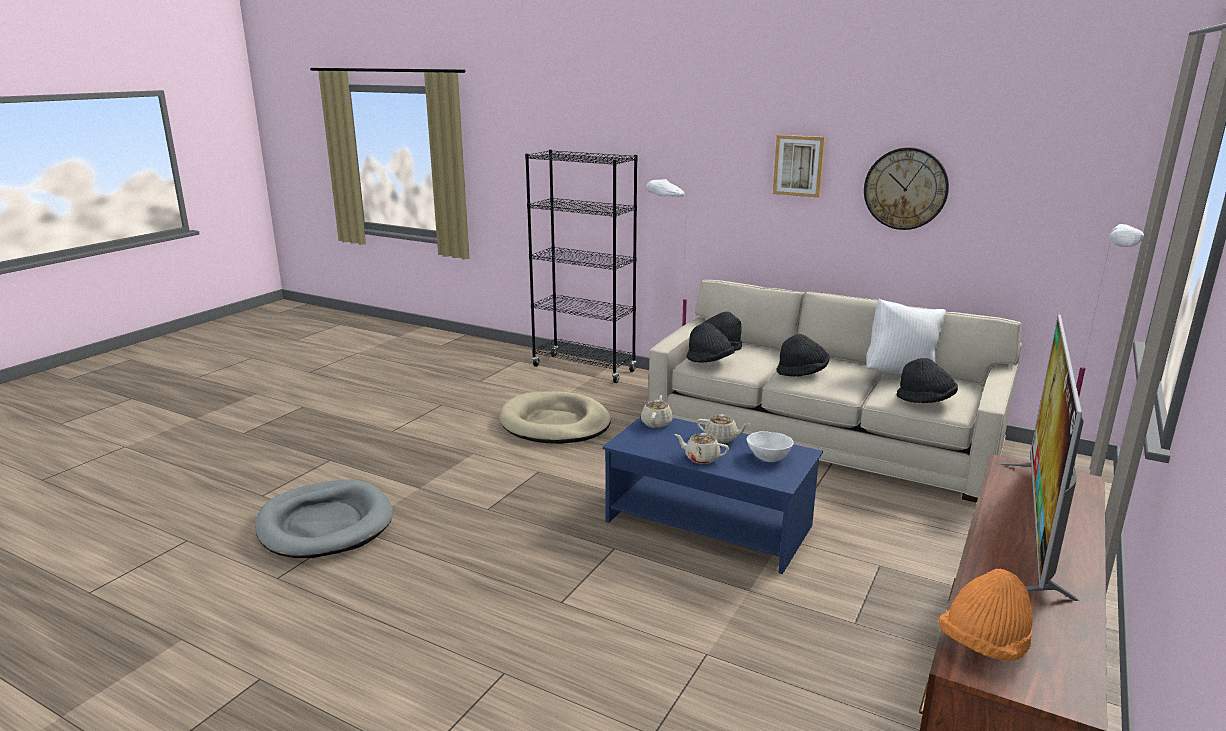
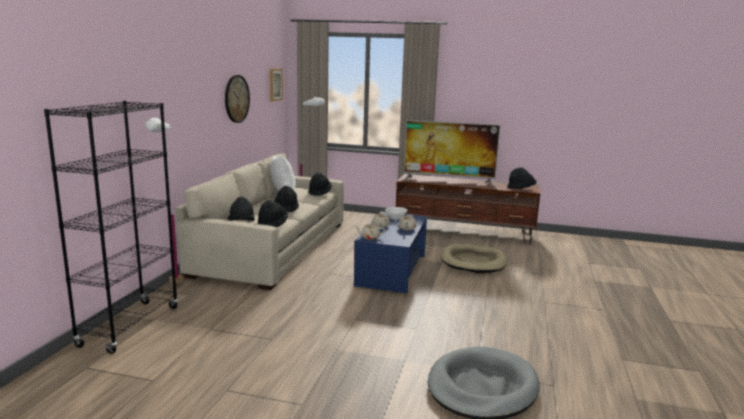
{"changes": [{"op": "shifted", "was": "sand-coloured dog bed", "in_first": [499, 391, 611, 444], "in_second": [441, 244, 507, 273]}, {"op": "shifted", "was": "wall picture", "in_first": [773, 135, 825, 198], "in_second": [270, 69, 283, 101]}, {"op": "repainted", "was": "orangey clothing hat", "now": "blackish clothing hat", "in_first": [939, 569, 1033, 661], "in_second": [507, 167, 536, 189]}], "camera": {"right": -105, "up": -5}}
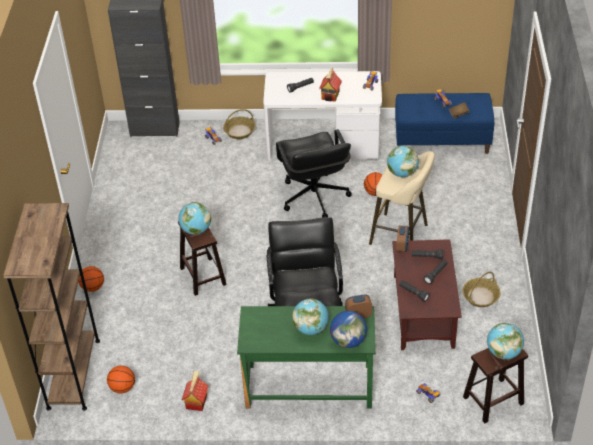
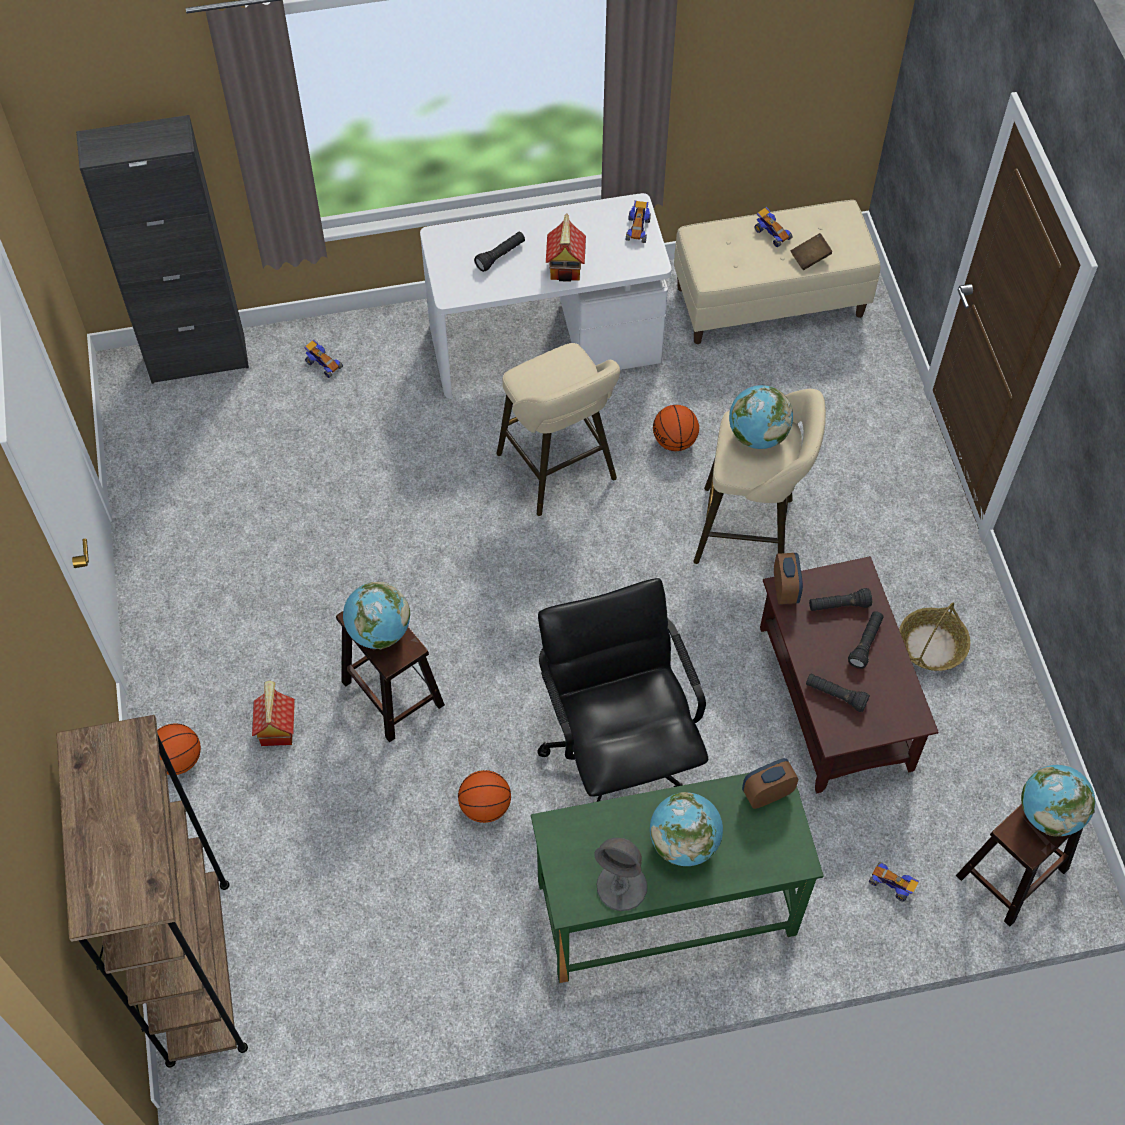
{"changes": [{"op": "shifted", "was": "basketball", "in_first": [107, 366, 135, 393], "in_second": [458, 770, 511, 823]}, {"op": "shifted", "was": "toy house", "in_first": [182, 371, 208, 411], "in_second": [252, 680, 295, 746]}, {"op": "gone", "was": "household basket", "in_first": [223, 109, 255, 139]}, {"op": "swapped", "was": "blackish office chair", "now": "sand-coloured stool seat", "in_first": [276, 129, 352, 217], "in_second": [496, 343, 620, 516]}, {"op": "gone", "was": "globe", "in_first": [330, 311, 367, 348]}, {"op": "repainted", "was": "blue indoor bench", "now": "sand-coloured indoor bench", "in_first": [395, 93, 494, 154], "in_second": [674, 200, 880, 344]}, {"op": "new", "now": "greyish lamp for a table", "in_second": [594, 838, 647, 911]}], "camera": {"right": -15, "up": 15}}
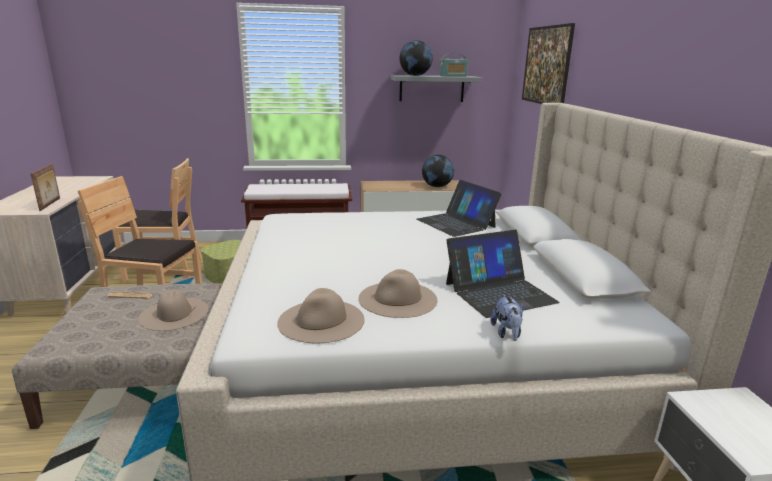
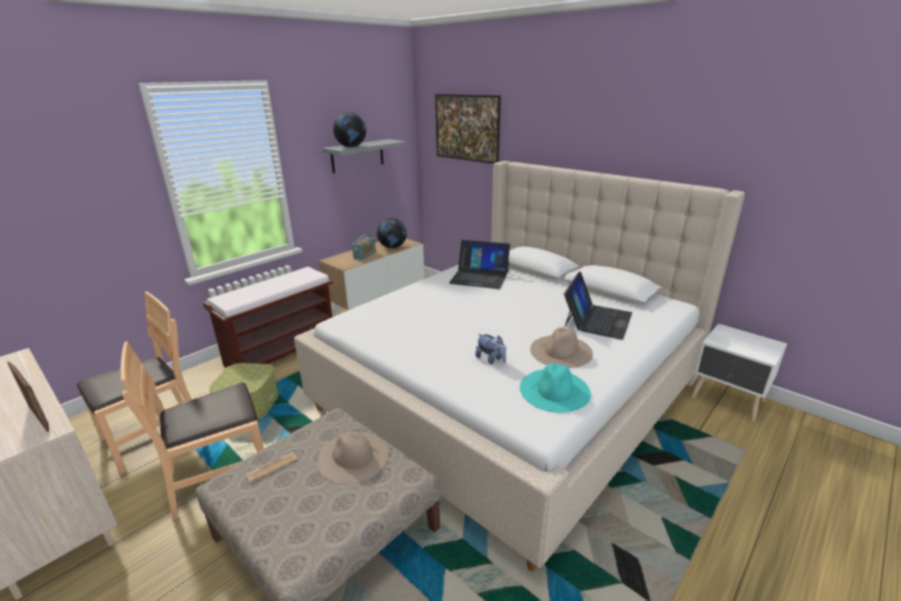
{"changes": [{"op": "repainted", "was": "sand-coloured clothing hat", "now": "turquoise clothing hat", "in_first": [277, 288, 364, 343], "in_second": [520, 363, 591, 413]}, {"op": "shifted", "was": "radio set", "in_first": [439, 53, 468, 76], "in_second": [352, 234, 376, 260]}, {"op": "shifted", "was": "cuddly toy", "in_first": [490, 294, 523, 341], "in_second": [475, 334, 506, 364]}], "camera": {"right": -40, "up": 5}}
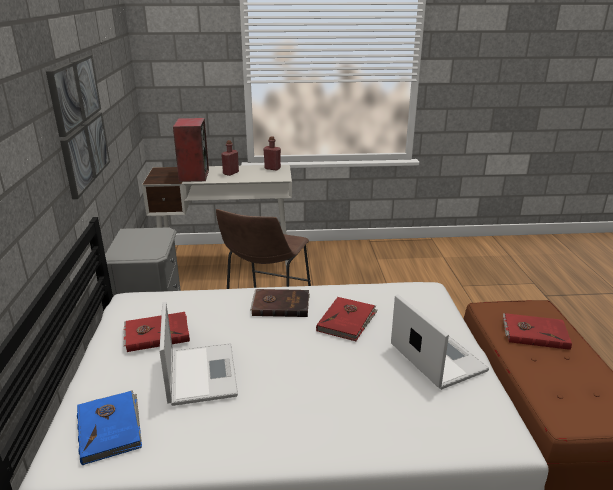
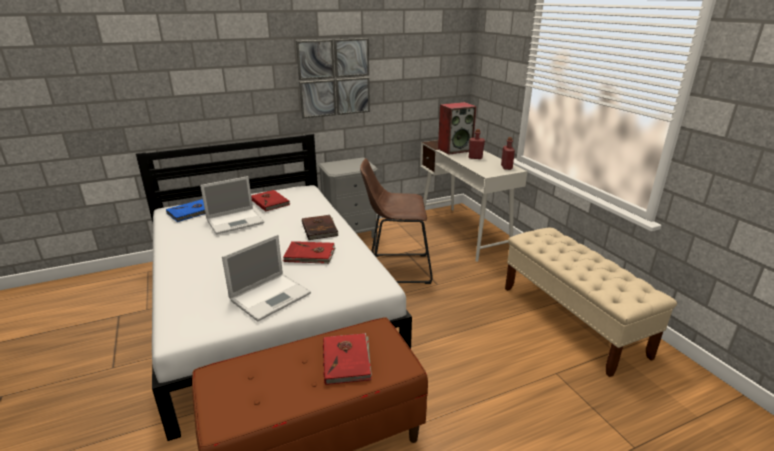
{"changes": [{"op": "new", "now": "sand-coloured indoor bench", "in_second": [505, 228, 677, 377]}], "camera": {"right": 70, "up": 0}}
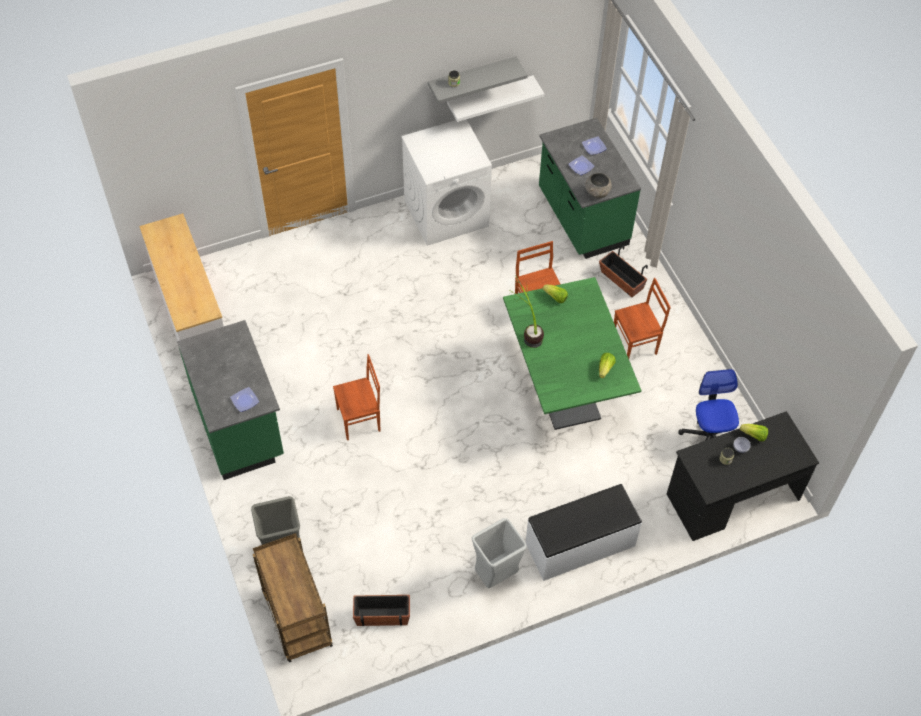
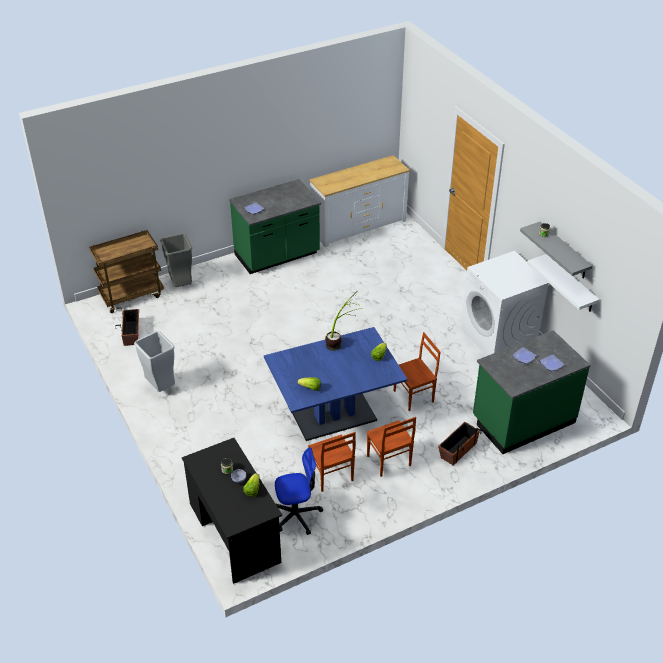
{"changes": [{"op": "shifted", "was": "brown-coloured plain chair", "in_first": [333, 354, 381, 440], "in_second": [308, 432, 356, 492]}, {"op": "repainted", "was": "green dinner table", "now": "blue dinner table", "in_first": [503, 277, 642, 430], "in_second": [264, 327, 408, 441]}, {"op": "gone", "was": "whitish indoor bench", "in_first": [526, 484, 642, 581]}, {"op": "gone", "was": "greyish bowl", "in_first": [585, 173, 612, 199]}], "camera": {"right": 85, "up": -15}}
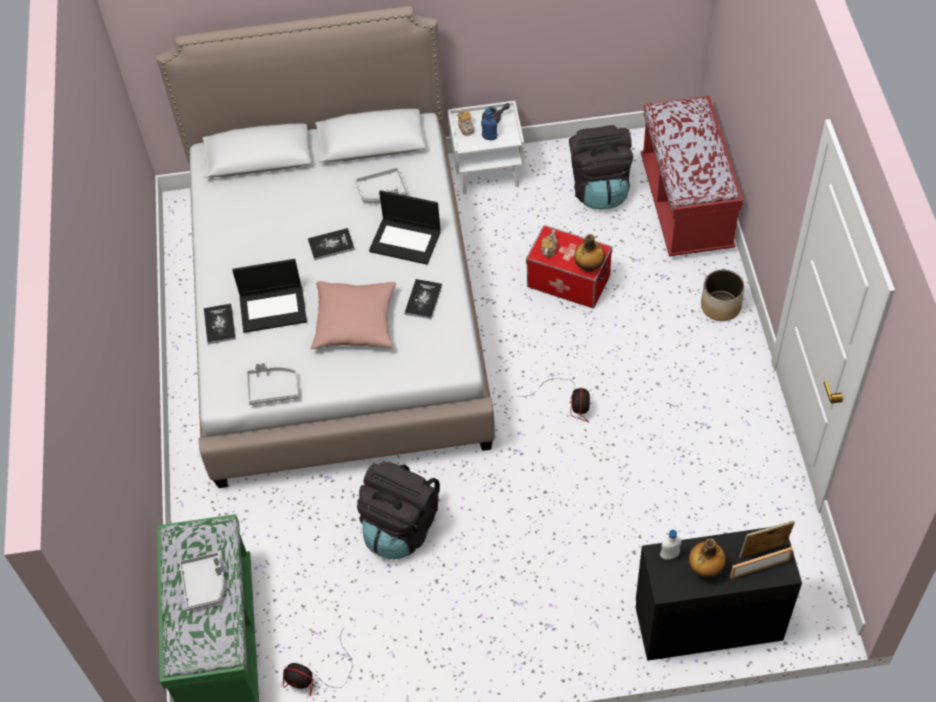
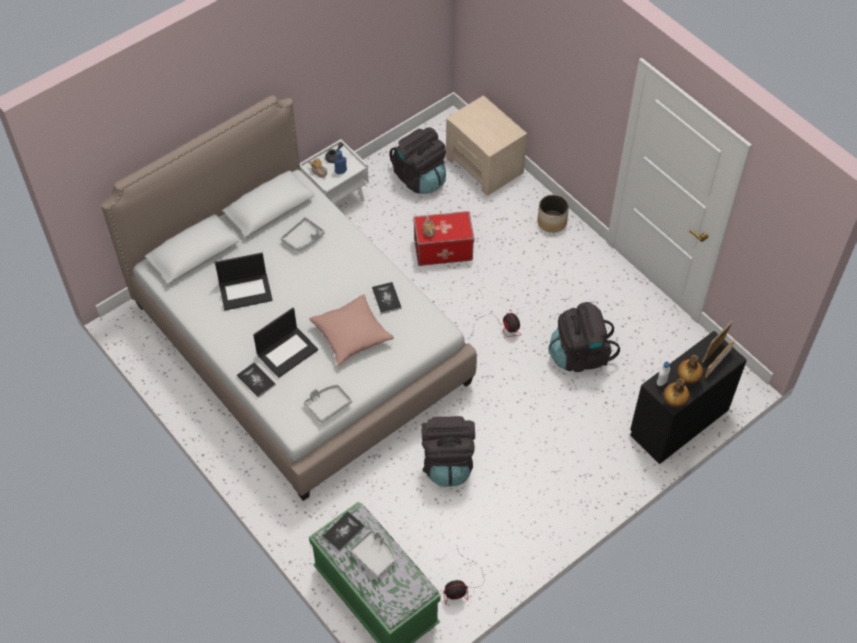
{"changes": [{"op": "shifted", "was": "bound book", "in_first": [308, 228, 355, 260], "in_second": [322, 512, 365, 552]}, {"op": "shifted", "was": "laptop", "in_first": [369, 190, 441, 265], "in_second": [215, 253, 273, 310]}, {"op": "shifted", "was": "bottle", "in_first": [574, 234, 605, 271], "in_second": [663, 378, 690, 408]}, {"op": "swapped", "was": "reddish indoor bench", "now": "sand-coloured bedside table", "in_first": [641, 96, 743, 256], "in_second": [446, 95, 527, 196]}, {"op": "new", "now": "blackish knapsack", "in_second": [549, 302, 620, 372]}], "camera": {"right": -35, "up": 0}}
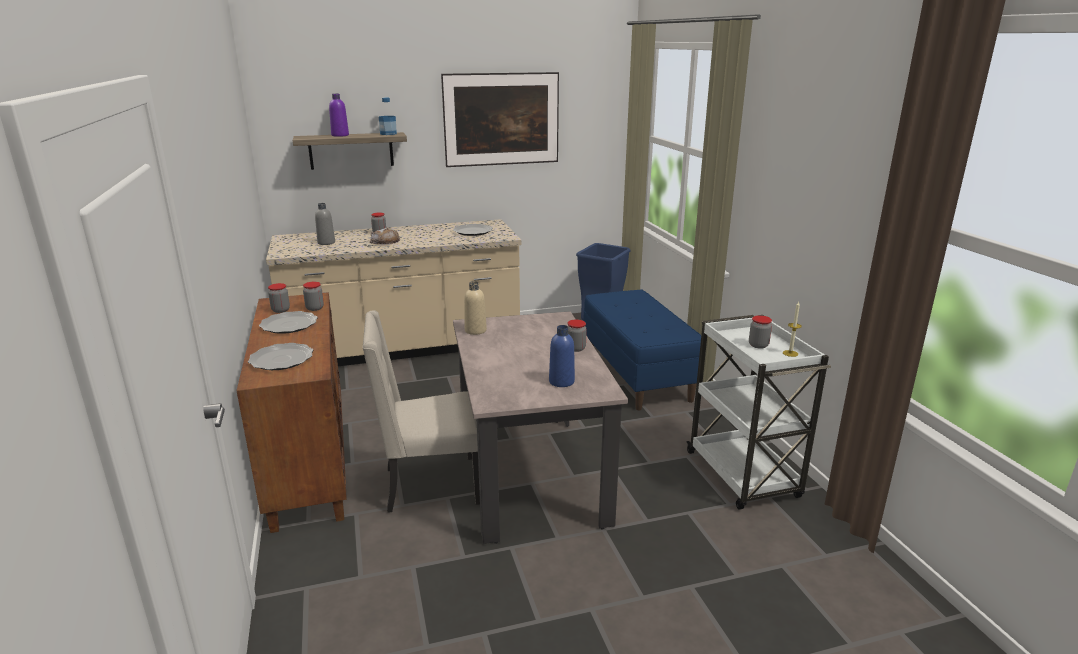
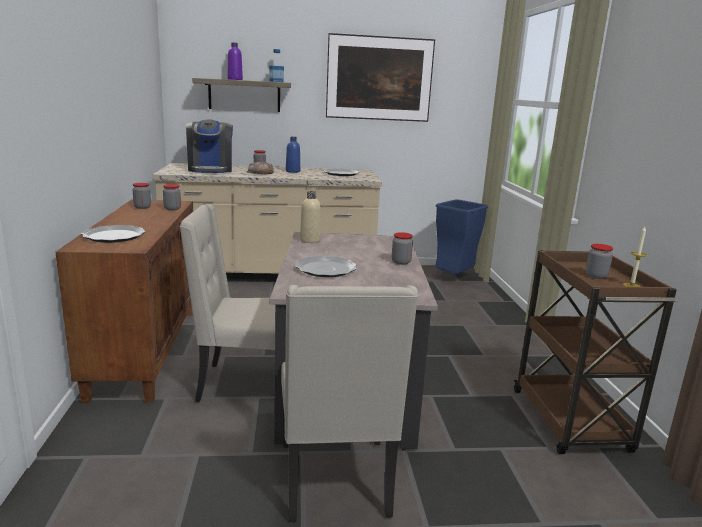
{"changes": [{"op": "shifted", "was": "plate", "in_first": [259, 311, 318, 334], "in_second": [295, 256, 356, 277]}, {"op": "swapped", "was": "greyish bottle", "now": "coffee maker", "in_first": [315, 203, 335, 245], "in_second": [186, 120, 233, 173]}, {"op": "shifted", "was": "blue bottle", "in_first": [549, 325, 575, 387], "in_second": [286, 137, 300, 173]}, {"op": "gone", "was": "blue indoor bench", "in_first": [583, 289, 701, 410]}, {"op": "repainted", "was": "whitish trolley", "now": "brown-coloured trolley", "in_first": [686, 315, 831, 510], "in_second": [514, 250, 678, 454]}, {"op": "new", "now": "sand-coloured plain chair", "in_second": [281, 285, 419, 522]}], "camera": {"right": 10, "up": -5}}
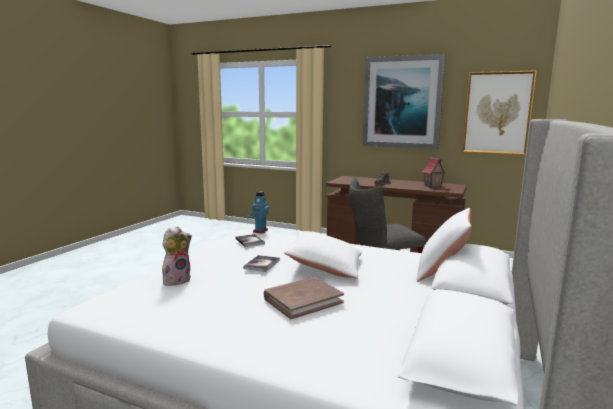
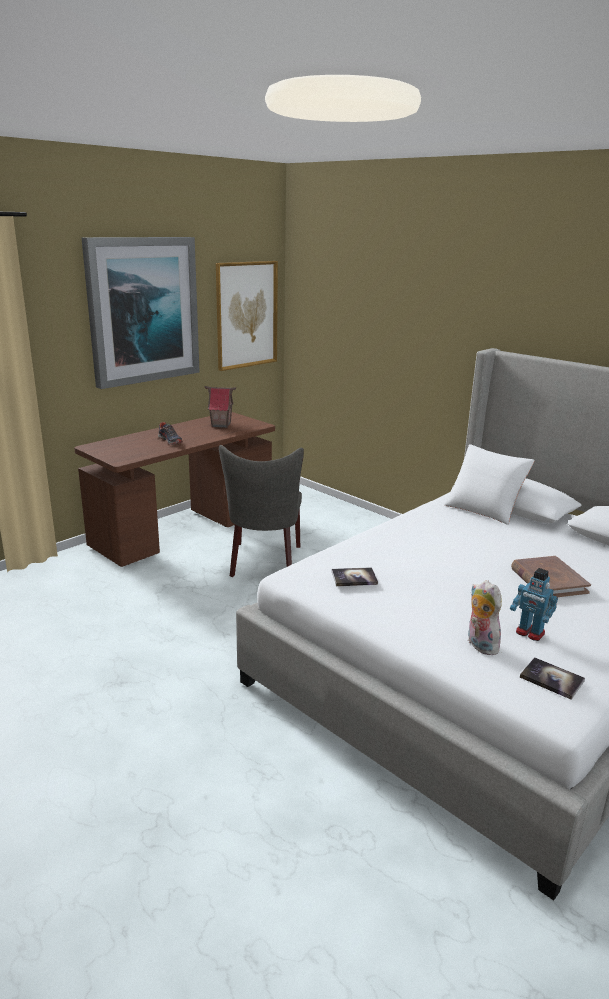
{"changes": [{"op": "shifted", "was": "bound book", "in_first": [243, 255, 280, 272], "in_second": [520, 657, 585, 700]}, {"op": "shifted", "was": "model robot", "in_first": [247, 191, 269, 233], "in_second": [510, 568, 558, 641]}, {"op": "gone", "was": "whitish throw pillow", "in_first": [284, 231, 362, 279]}], "camera": {"right": -70, "up": 10}}
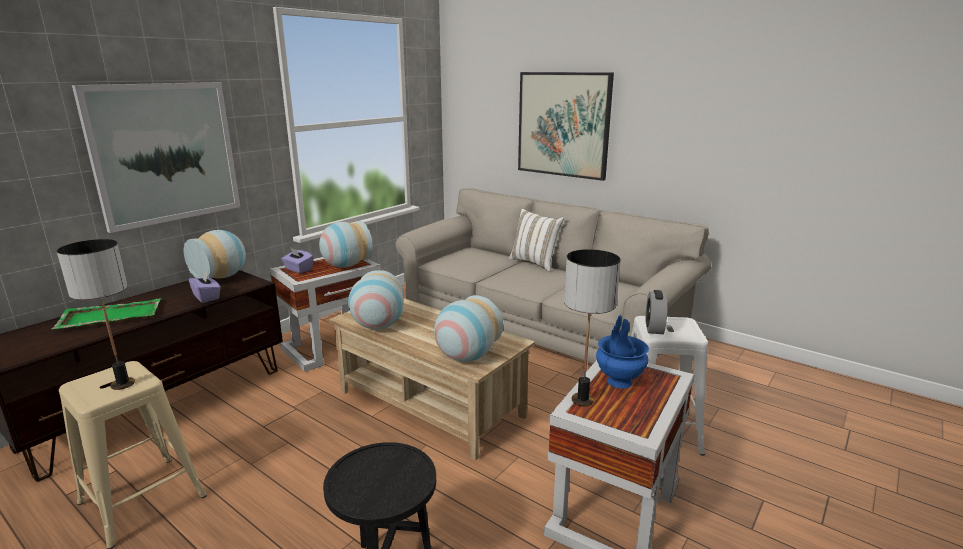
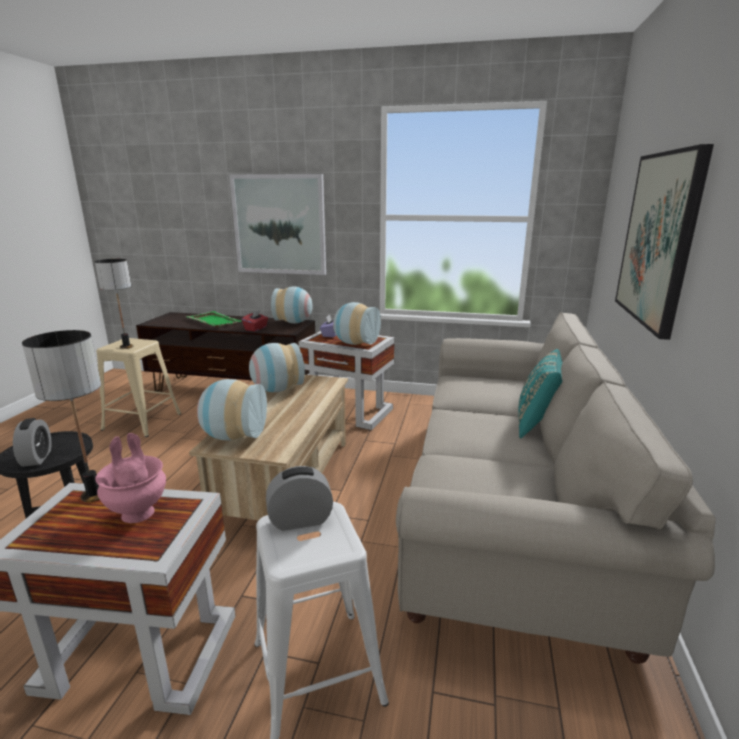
{"changes": [{"op": "repainted", "was": "purplish box of tissues", "now": "reddish box of tissues", "in_first": [189, 272, 220, 303], "in_second": [242, 310, 268, 332]}, {"op": "repainted", "was": "whitish throw pillow", "now": "turquoise throw pillow", "in_first": [509, 209, 564, 272], "in_second": [518, 349, 563, 439]}, {"op": "repainted", "was": "blue vase", "now": "pink vase", "in_first": [596, 315, 649, 389], "in_second": [95, 433, 166, 523]}, {"op": "new", "now": "alarm clock", "in_second": [13, 418, 52, 467]}], "camera": {"right": 65, "up": 0}}
